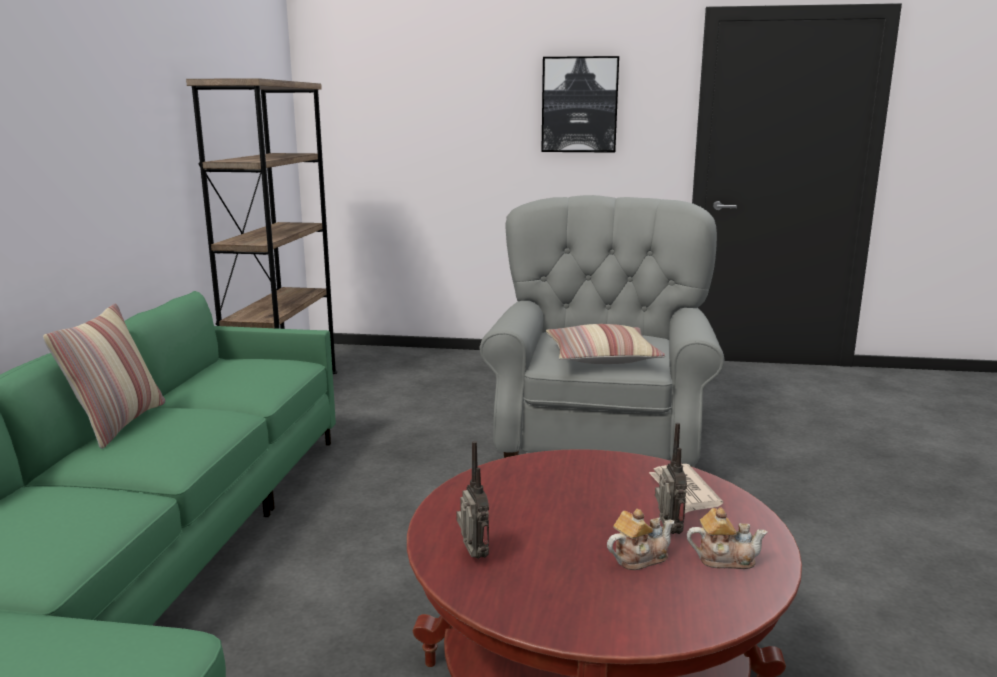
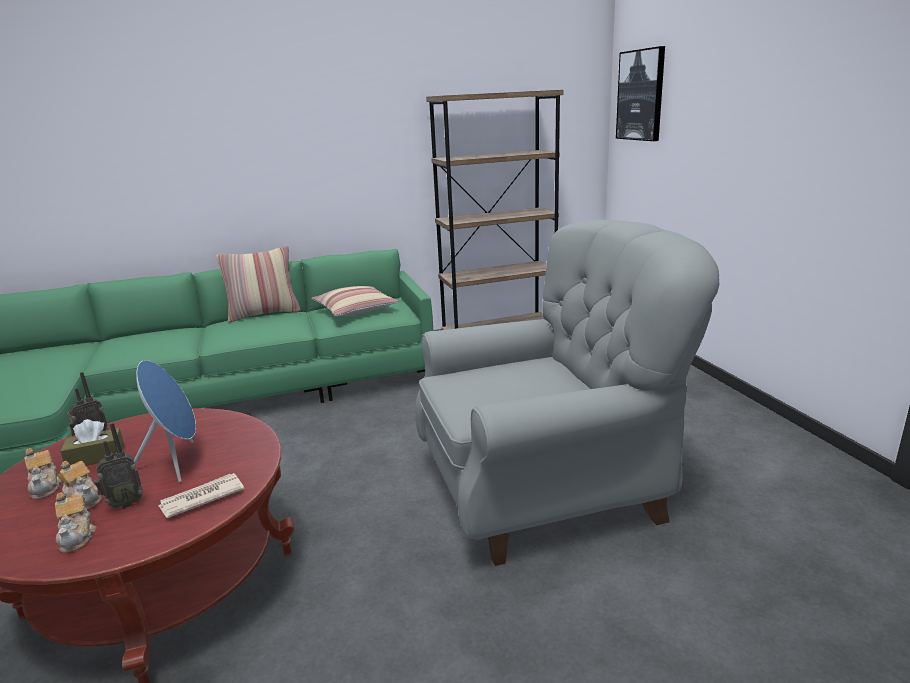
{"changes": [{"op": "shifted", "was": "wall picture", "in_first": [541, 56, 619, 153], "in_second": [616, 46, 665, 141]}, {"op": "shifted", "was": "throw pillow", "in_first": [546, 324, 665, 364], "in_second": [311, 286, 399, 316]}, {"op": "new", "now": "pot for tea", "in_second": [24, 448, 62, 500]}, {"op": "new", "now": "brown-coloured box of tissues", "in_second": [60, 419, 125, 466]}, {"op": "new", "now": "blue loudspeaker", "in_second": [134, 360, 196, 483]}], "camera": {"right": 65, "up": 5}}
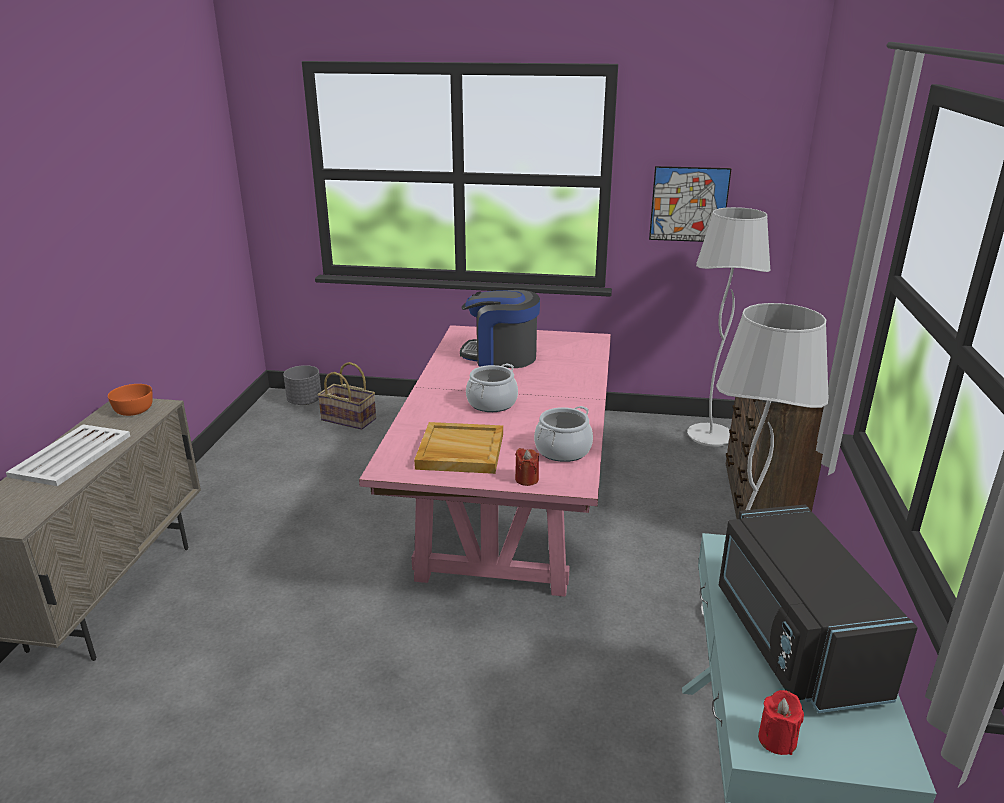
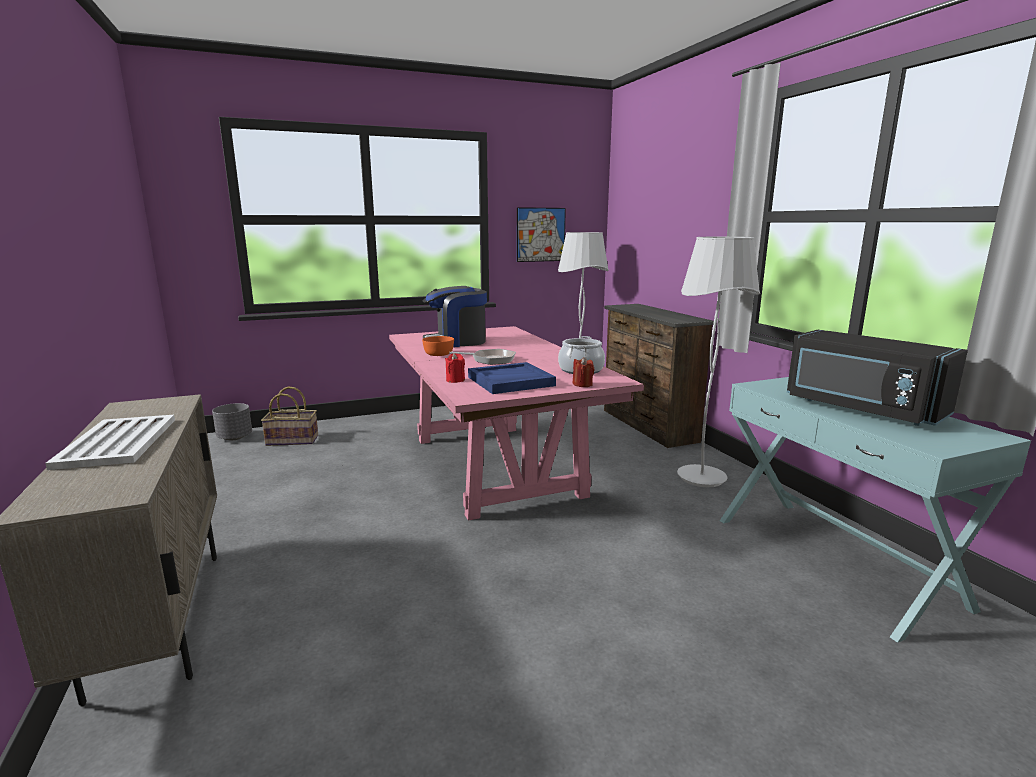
{"changes": [{"op": "shifted", "was": "orangey bowl", "in_first": [108, 384, 153, 416], "in_second": [422, 336, 454, 356]}, {"op": "repainted", "was": "sand-coloured carrying tray", "now": "blue carrying tray", "in_first": [414, 422, 503, 474], "in_second": [468, 362, 556, 394]}, {"op": "swapped", "was": "saucepot", "now": "skillet", "in_first": [466, 363, 518, 412], "in_second": [449, 349, 516, 365]}, {"op": "shifted", "was": "reddish wax candle", "in_first": [758, 690, 804, 755], "in_second": [445, 353, 465, 383]}], "camera": {"right": -30, "up": -10}}
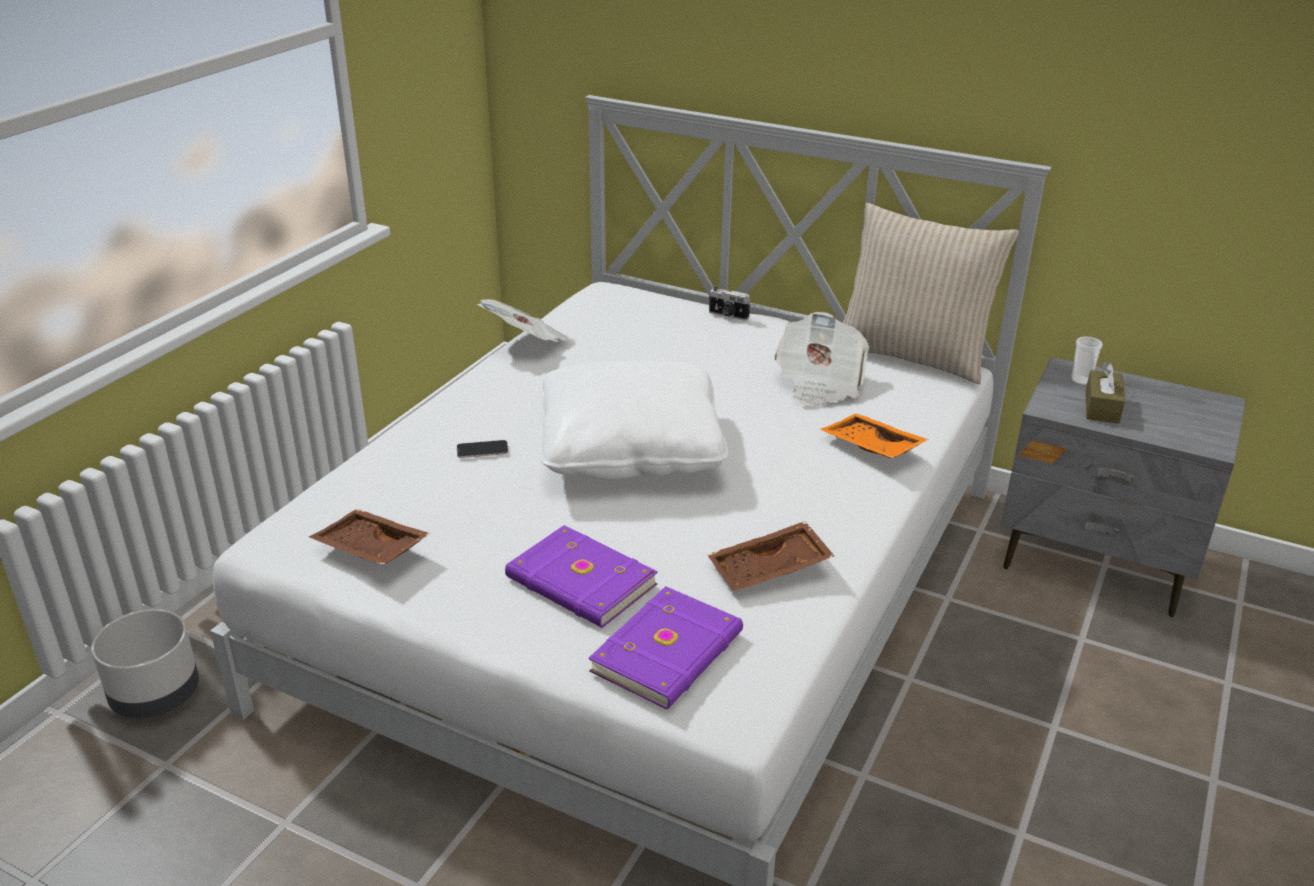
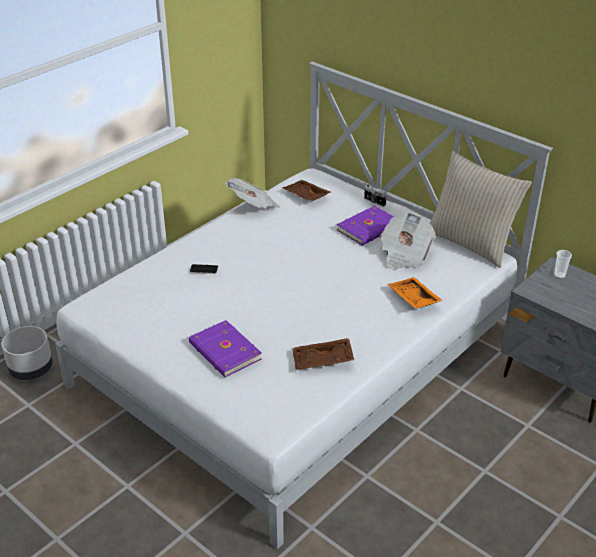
{"changes": [{"op": "shifted", "was": "brown-coloured carrying tray", "in_first": [309, 509, 431, 565], "in_second": [282, 180, 331, 201]}, {"op": "gone", "was": "whitish throw pillow", "in_first": [540, 360, 728, 480]}, {"op": "shifted", "was": "purplish bound book", "in_first": [589, 586, 743, 709], "in_second": [337, 206, 394, 246]}, {"op": "gone", "was": "brown-coloured box of tissues", "in_first": [1085, 362, 1125, 424]}], "camera": {"right": 15, "up": 5}}
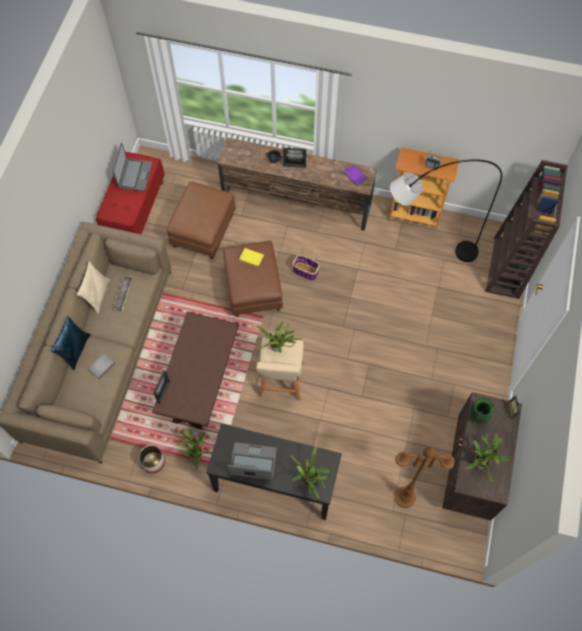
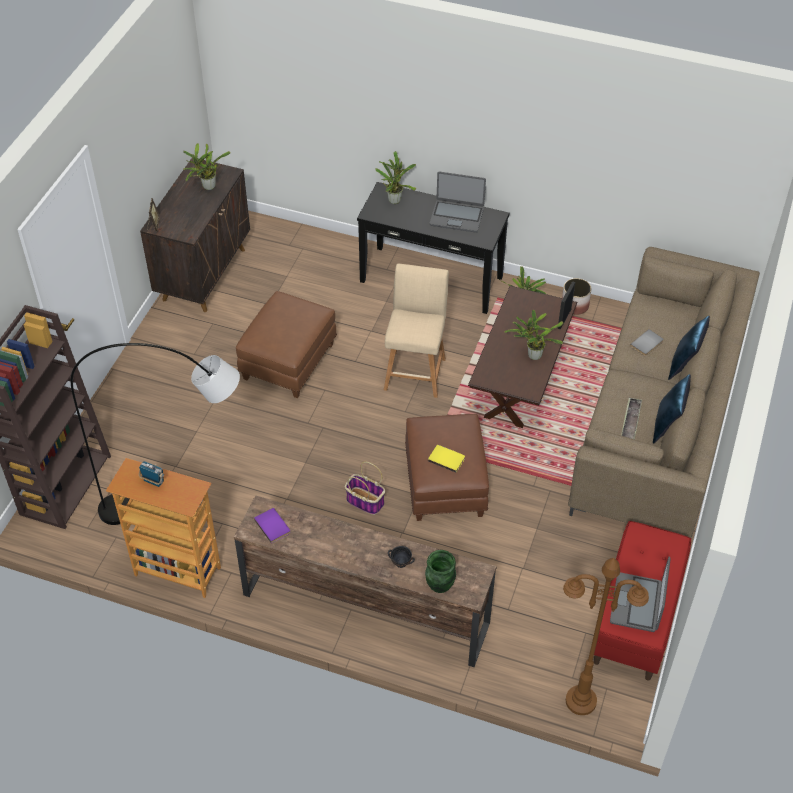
{"changes": [{"op": "repainted", "was": "sand-coloured throw pillow", "now": "blue throw pillow", "in_first": [76, 261, 110, 314], "in_second": [653, 374, 691, 444]}, {"op": "shifted", "was": "brown-coloured ottoman", "in_first": [166, 181, 236, 259], "in_second": [236, 291, 337, 398]}, {"op": "shifted", "was": "houseplant", "in_first": [256, 321, 302, 353], "in_second": [504, 310, 563, 360]}, {"op": "gone", "was": "standing frame", "in_first": [283, 147, 306, 168]}, {"op": "shifted", "was": "brown-coloured floor lamp", "in_first": [395, 446, 455, 508], "in_second": [563, 558, 649, 715]}, {"op": "shifted", "was": "green vase", "in_first": [470, 398, 494, 424], "in_second": [425, 550, 456, 593]}], "camera": {"right": -175, "up": -15}}
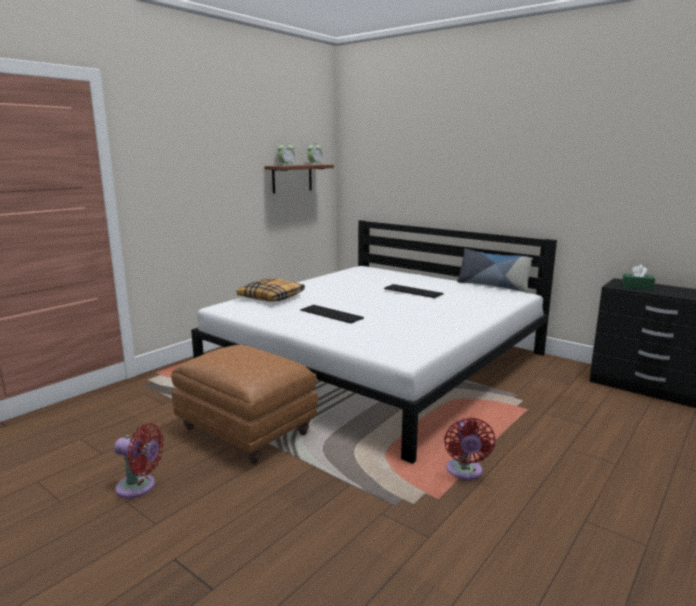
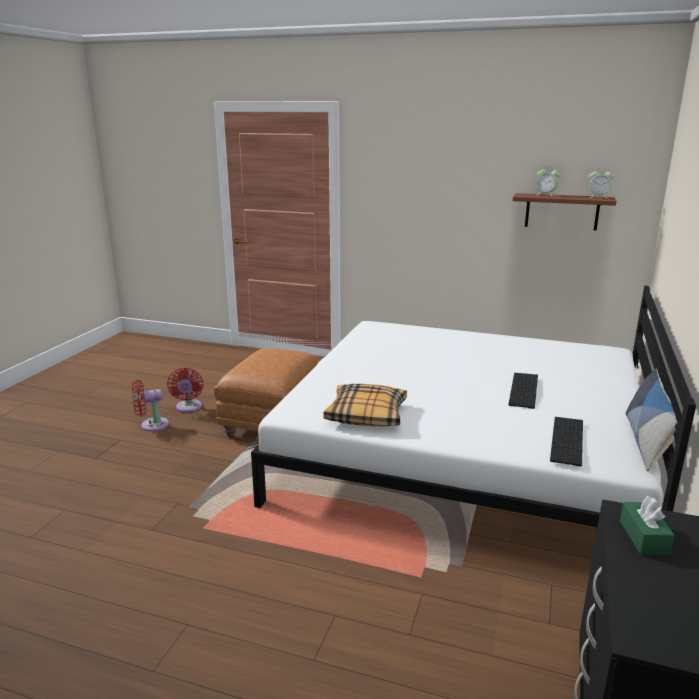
{"changes": [{"op": "shifted", "was": "throw pillow", "in_first": [237, 278, 305, 302], "in_second": [323, 384, 407, 427]}, {"op": "shifted", "was": "PC keyboard", "in_first": [300, 305, 364, 323], "in_second": [550, 417, 583, 467]}, {"op": "shifted", "was": "reddish fan", "in_first": [444, 417, 495, 480], "in_second": [132, 380, 169, 432]}], "camera": {"right": 70, "up": 5}}
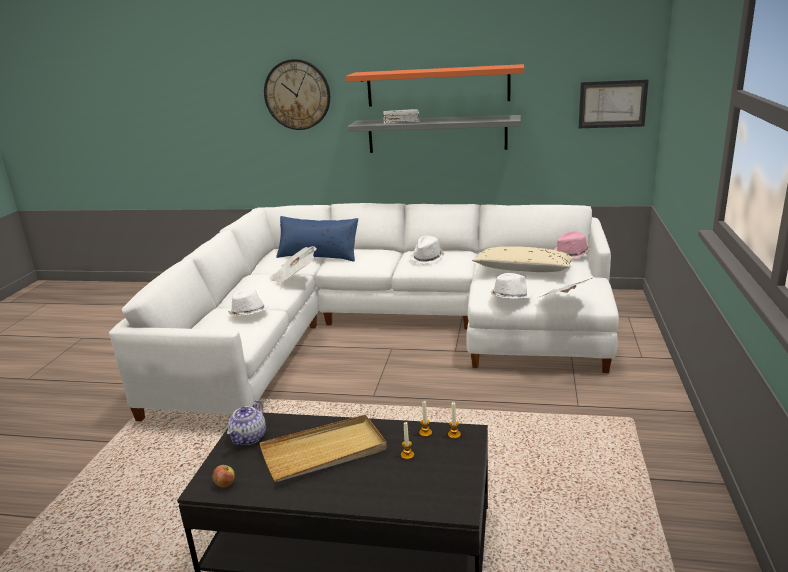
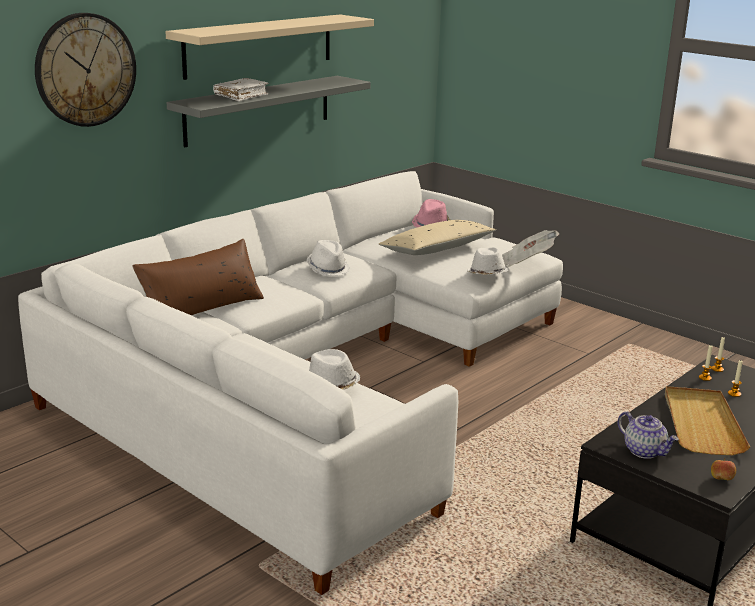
{"changes": [{"op": "gone", "was": "printed paper", "in_first": [270, 246, 317, 283]}, {"op": "repainted", "was": "blue throw pillow", "now": "brown-coloured throw pillow", "in_first": [276, 216, 358, 262], "in_second": [132, 239, 264, 315]}, {"op": "repainted", "was": "orangey shelf", "now": "sand-coloured shelf", "in_first": [346, 64, 524, 107], "in_second": [165, 15, 374, 80]}, {"op": "gone", "was": "wall picture", "in_first": [579, 79, 648, 128]}], "camera": {"right": -60, "up": 0}}
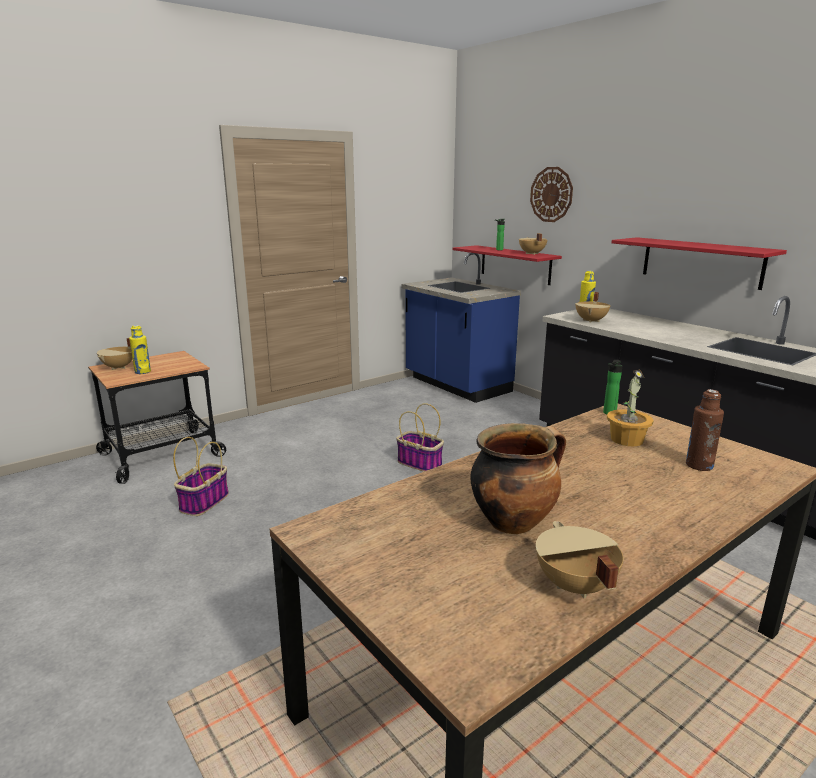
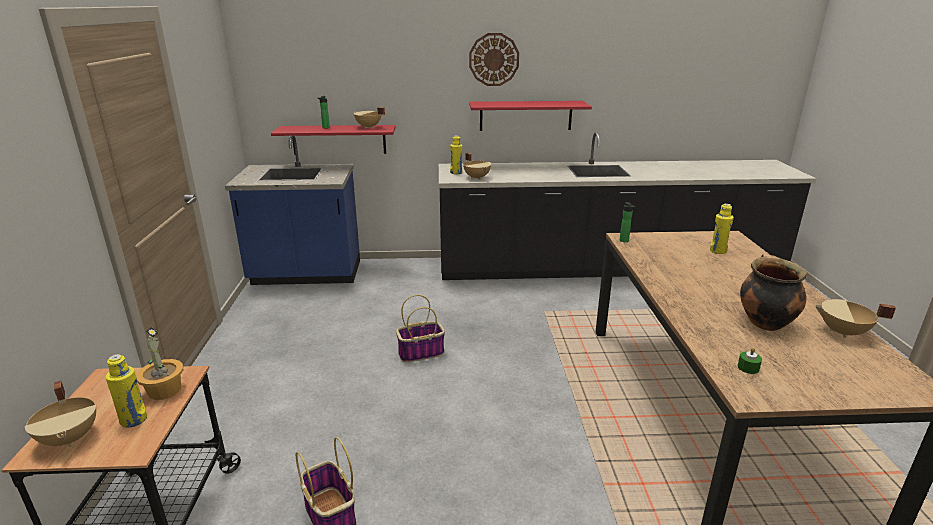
{"changes": [{"op": "shifted", "was": "clock on the wall", "in_first": [530, 167, 573, 222], "in_second": [469, 33, 519, 86]}, {"op": "shifted", "was": "houseplant", "in_first": [607, 370, 654, 446], "in_second": [136, 327, 183, 400]}, {"op": "repainted", "was": "brown-coloured bottle", "now": "yellowish bottle", "in_first": [686, 389, 724, 471], "in_second": [710, 204, 734, 254]}, {"op": "new", "now": "green wax candle", "in_second": [738, 348, 762, 374]}], "camera": {"right": -55, "up": 5}}
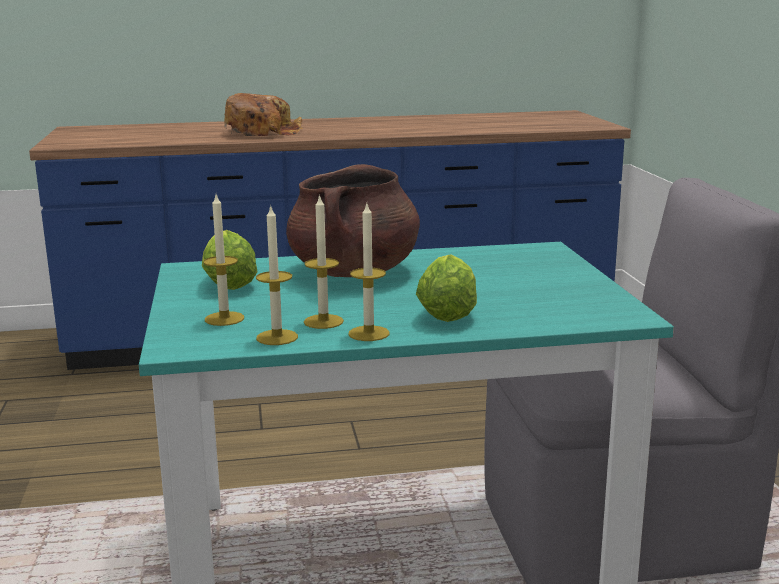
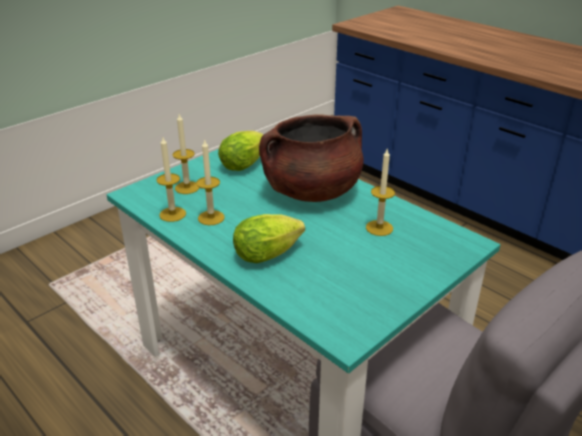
{"changes": [{"op": "gone", "was": "bakery bread", "in_first": [224, 93, 303, 136]}, {"op": "shifted", "was": "wax candle", "in_first": [348, 204, 389, 341], "in_second": [366, 148, 395, 236]}], "camera": {"right": 55, "up": 15}}
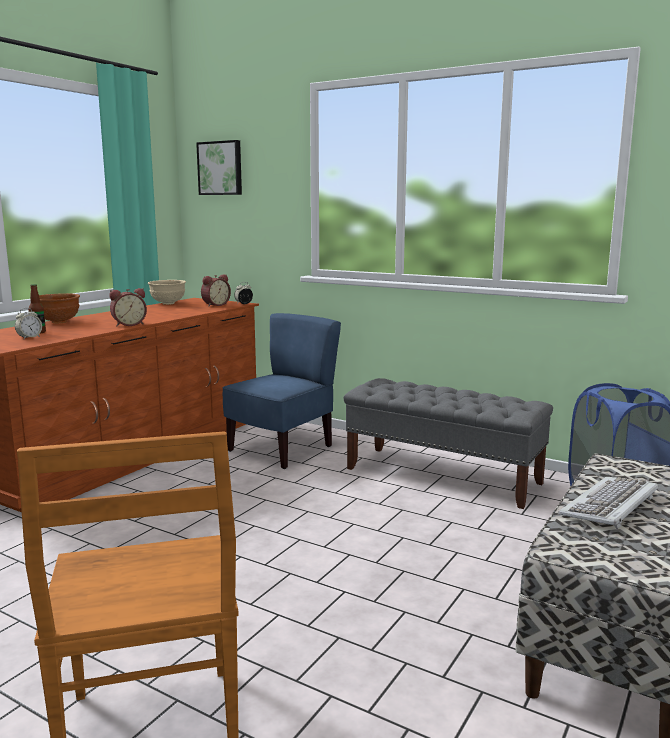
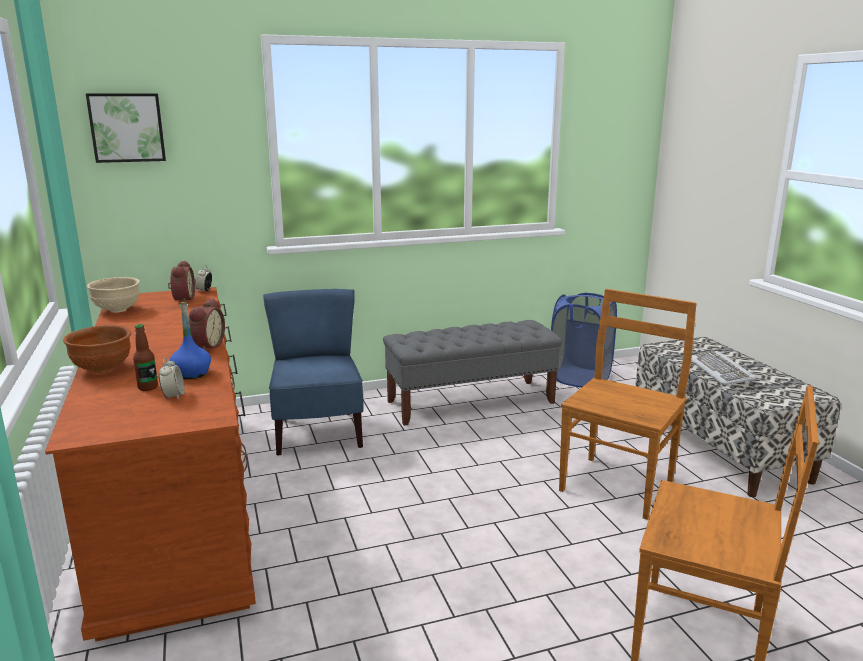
{"changes": [{"op": "new", "now": "blue bottle", "in_second": [170, 302, 211, 379]}, {"op": "new", "now": "brown-coloured plain chair", "in_second": [559, 289, 697, 520]}], "camera": {"right": -50, "up": 5}}
